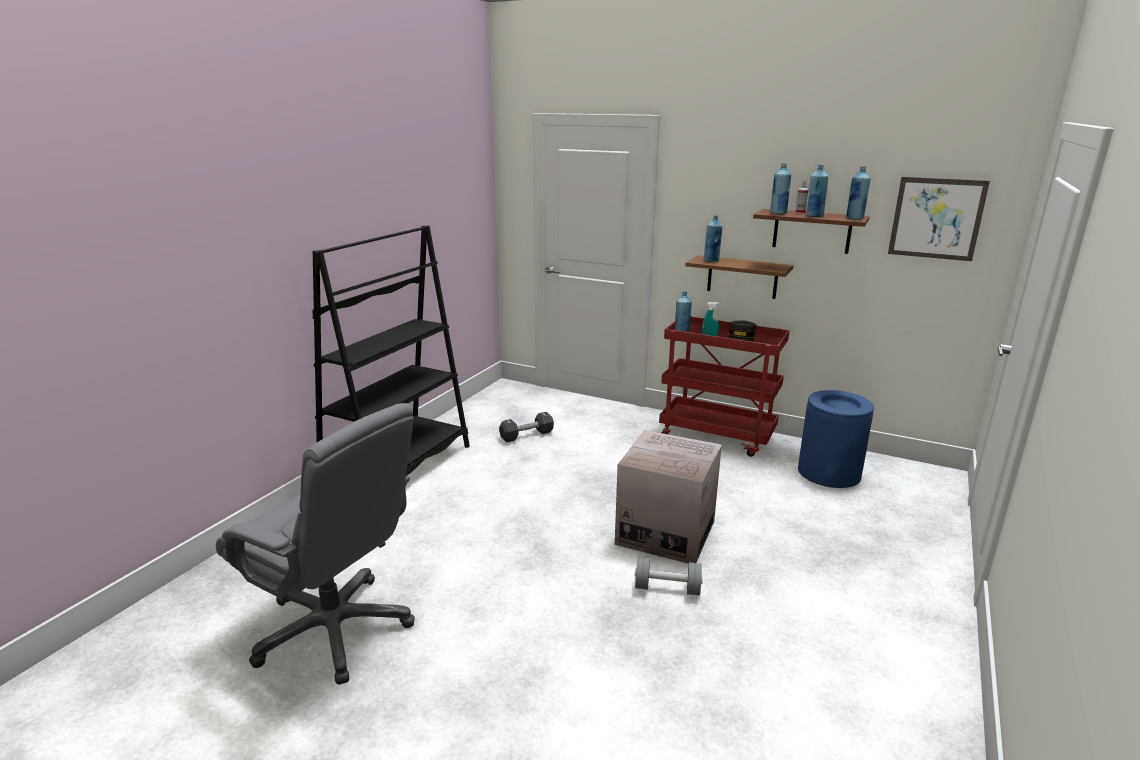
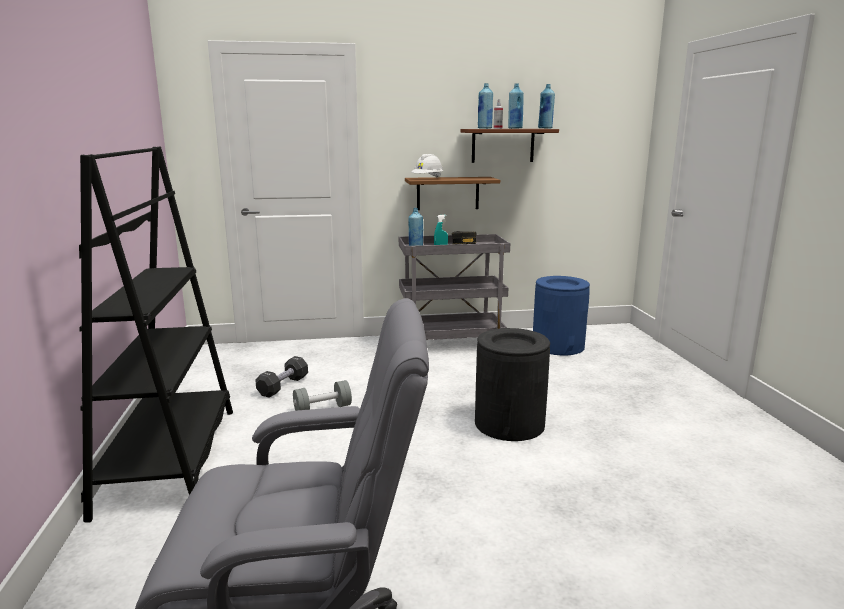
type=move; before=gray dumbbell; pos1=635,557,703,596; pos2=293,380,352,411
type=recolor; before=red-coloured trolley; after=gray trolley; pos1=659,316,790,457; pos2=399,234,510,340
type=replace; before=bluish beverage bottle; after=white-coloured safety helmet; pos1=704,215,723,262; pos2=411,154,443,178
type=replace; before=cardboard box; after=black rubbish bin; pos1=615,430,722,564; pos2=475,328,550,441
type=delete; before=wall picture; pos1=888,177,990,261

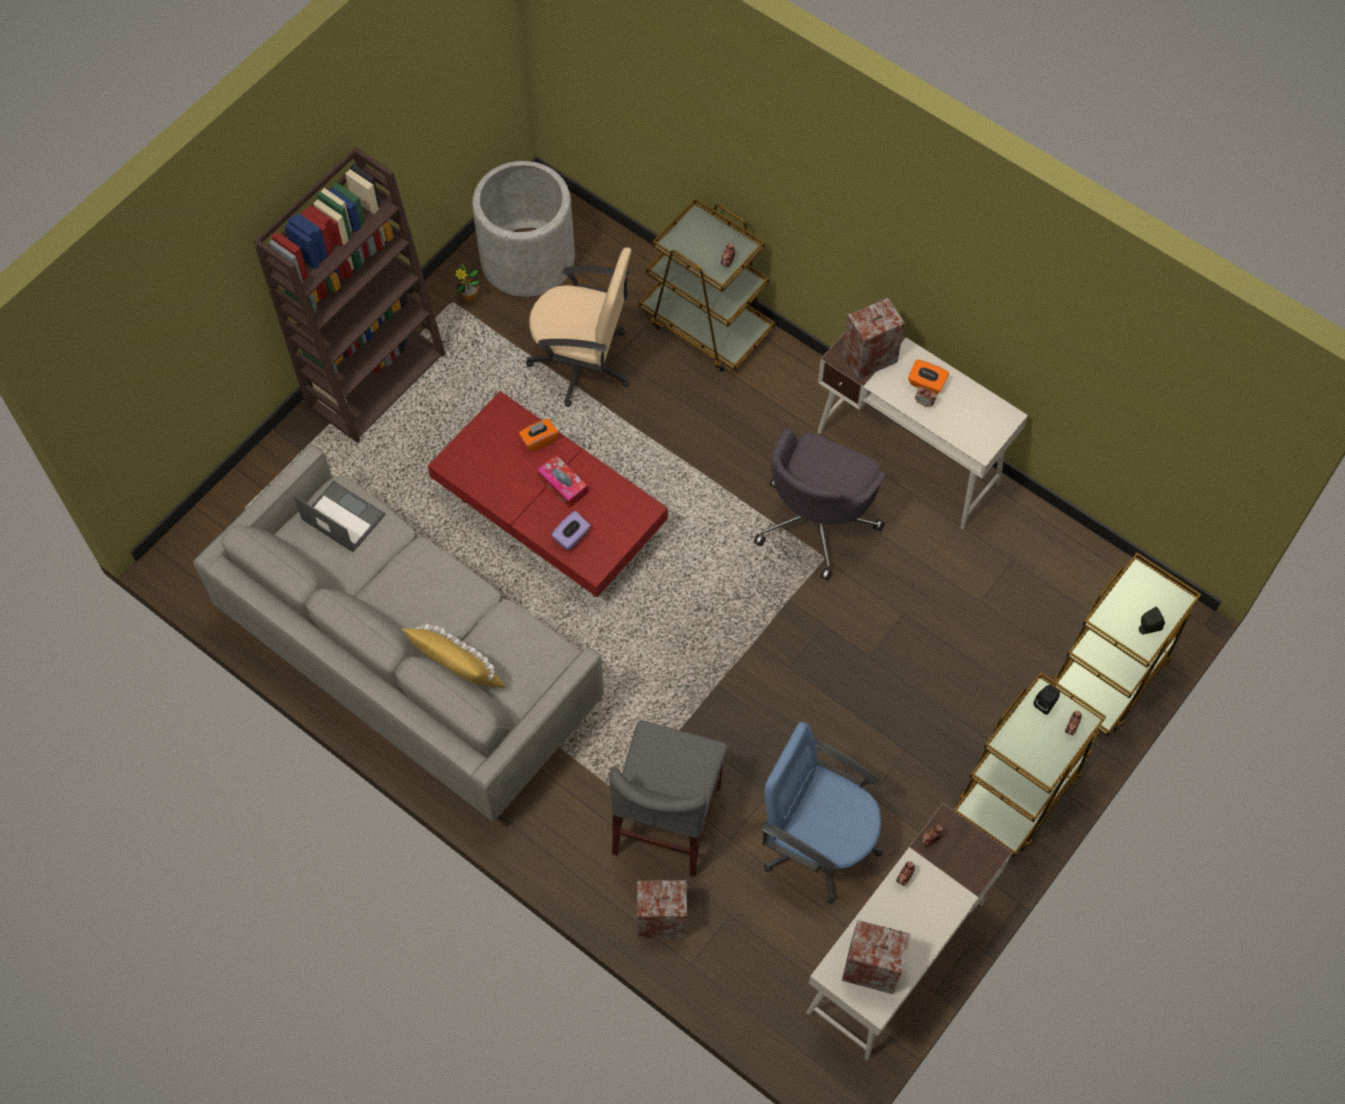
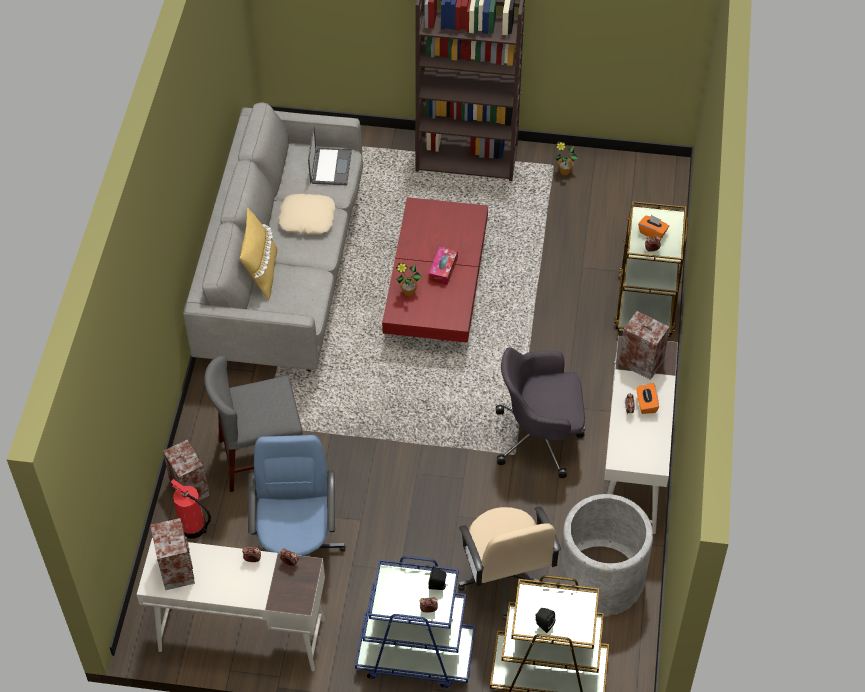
type=insert; after=fire extinguisher; pos2=171,479,211,539
type=insert; after=beige-coloured throw pillow; pos2=278,194,335,234
type=recolor; before=brown trolley; after=bluish trolley; pos1=954,672,1106,857; pos2=355,556,475,688
type=replace; before=purplish tissue holder; after=potted plant; pos1=551,511,590,551; pos2=396,263,422,297
type=move; before=beige-coloured office chair; pos1=526,247,631,407; pos2=458,507,561,620
type=move; before=gray plant pot; pos1=472,161,575,297; pos2=559,494,653,614
type=move; before=orange-coloured tissue holder; pos1=519,419,558,452; pos2=638,215,669,239

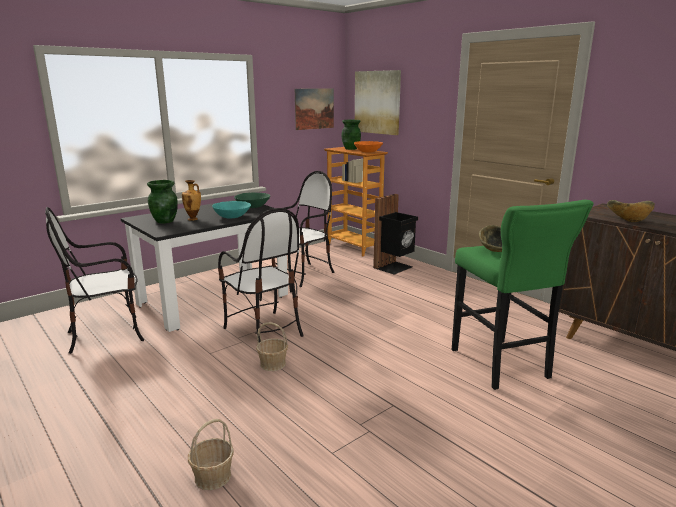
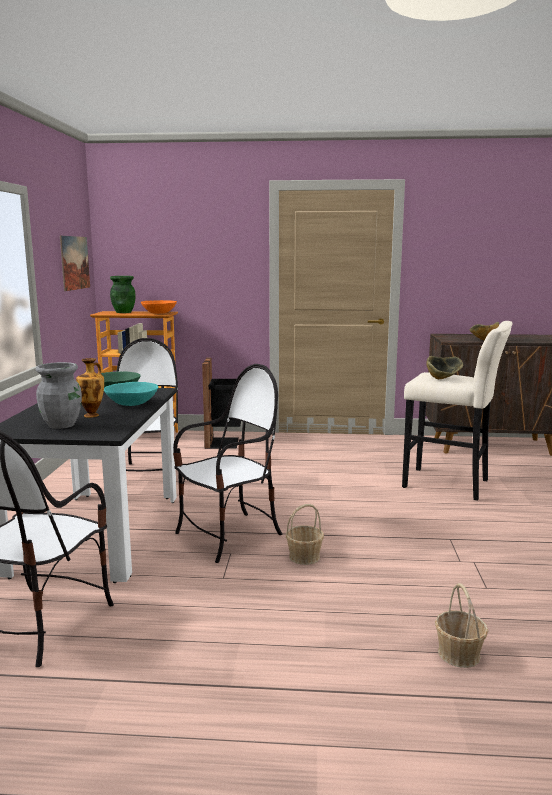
type=recolor; before=green flower vase; after=gray flower vase; pos1=147,180,178,223; pos2=36,362,82,429
type=rotate; before=plain chair; pos1=218,208,304,343; pos2=173,364,282,563; turn=-45
type=recolor; before=green stool seat; after=beige-coloured stool seat; pos1=452,200,593,390; pos2=402,321,512,501
type=delete; before=wall picture; pos1=355,70,401,135

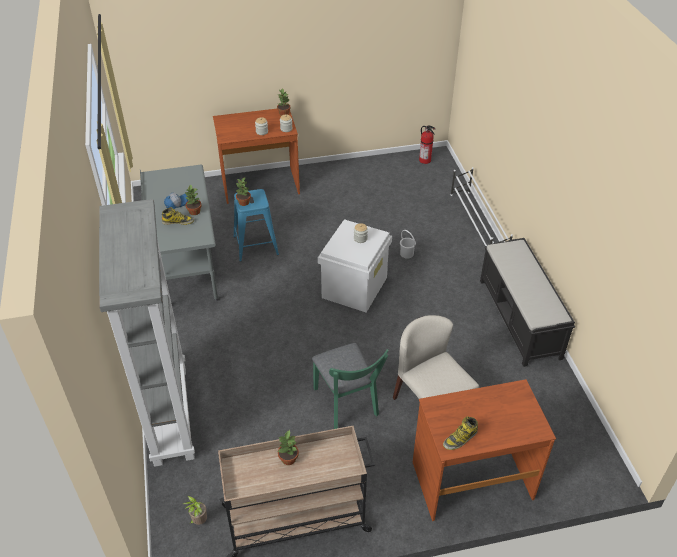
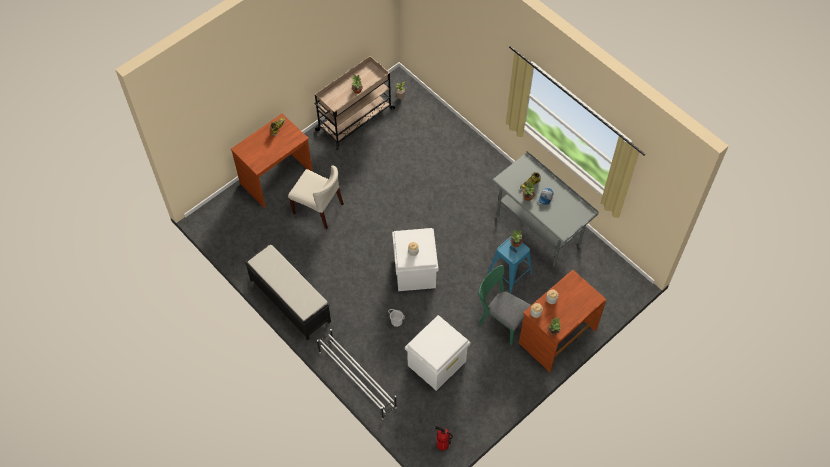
type=insert; after=white-coloured storage box; pos2=405,315,471,391
type=move; before=green plain chair; pos1=312,343,389,429; pos2=478,265,531,345
type=delete; before=gray bookcase; pos1=99,199,195,467

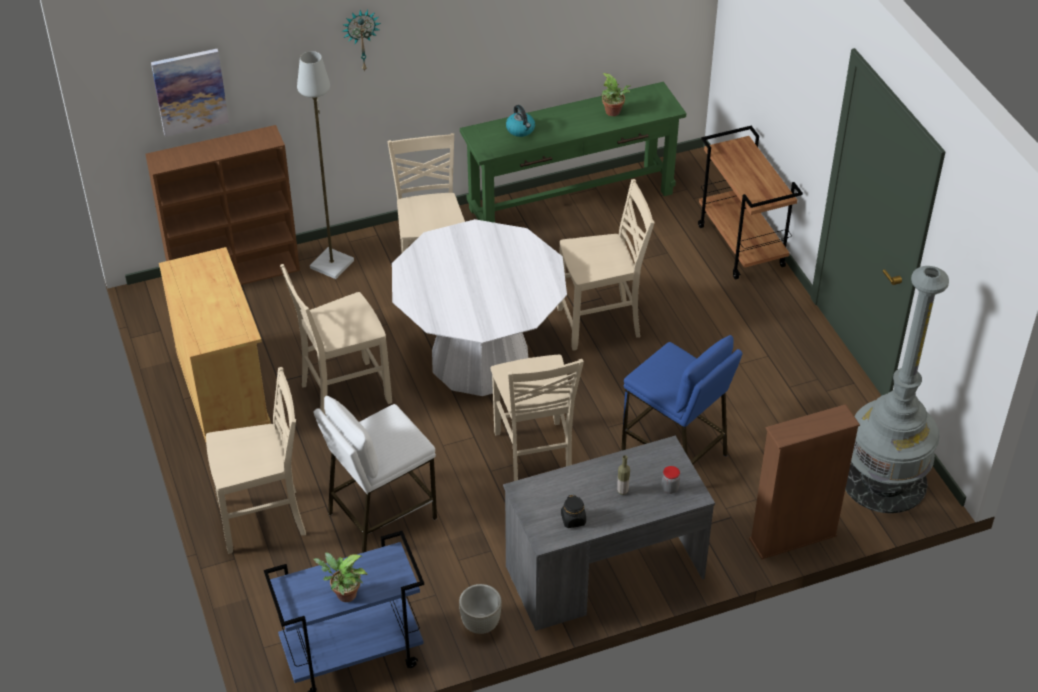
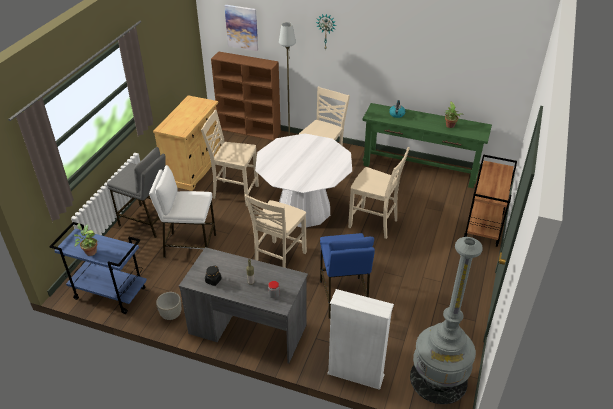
type=replace; before=beige-coloured plain chair; after=gray stool seat; pos1=206,367,306,554; pos2=107,147,166,238
type=recolor; before=brown bookcase; after=white-coloured bookcase; pos1=749,404,860,560; pos2=327,289,394,390

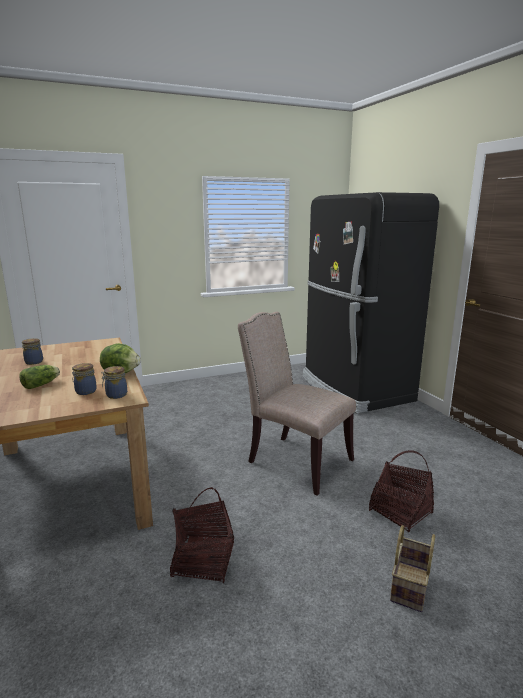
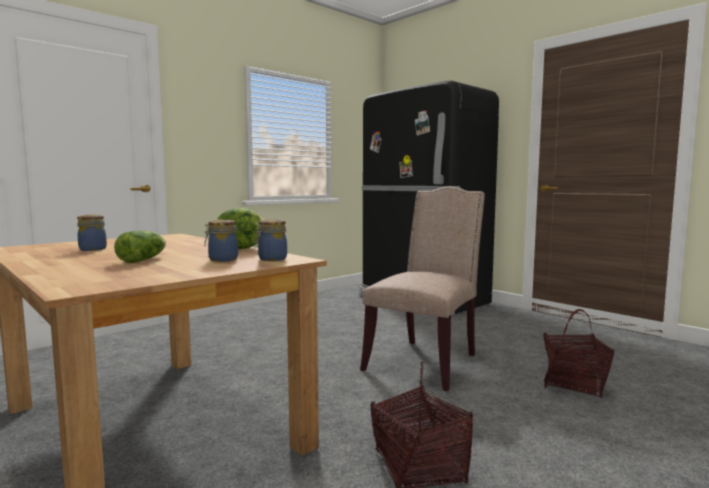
type=rotate; before=beige-coloured plain chair; pos1=238,312,356,496; pos2=360,187,485,391; turn=105
type=delete; before=basket; pos1=390,525,435,612

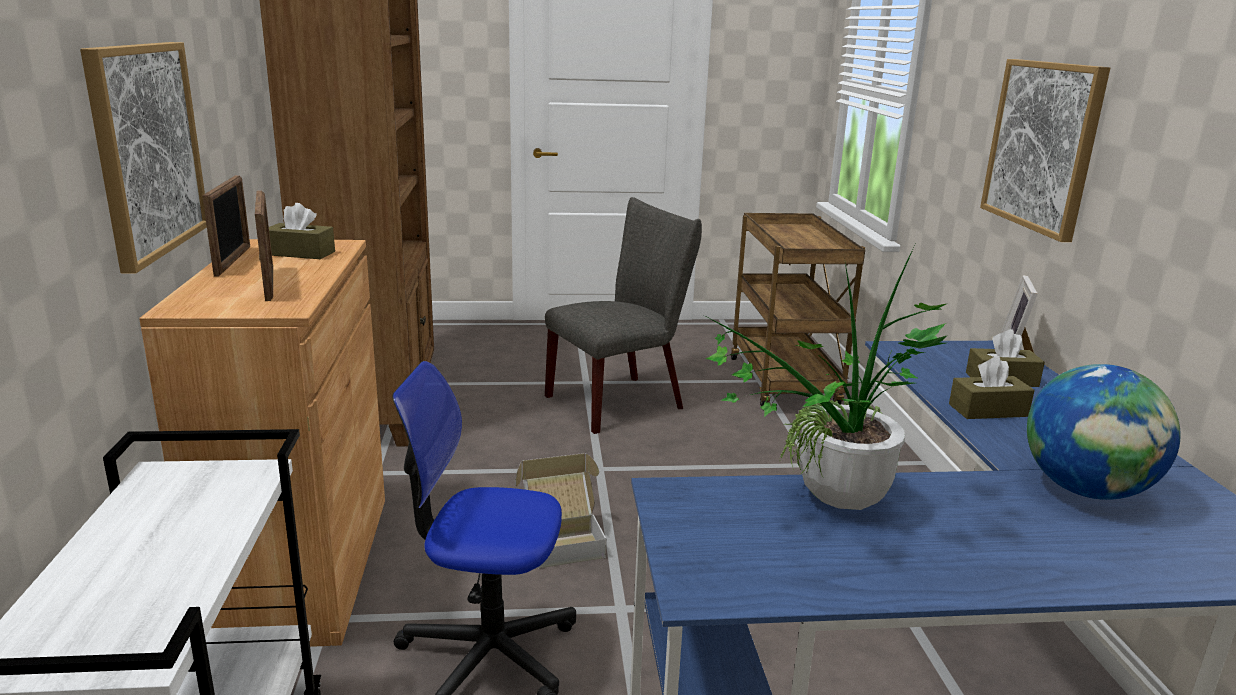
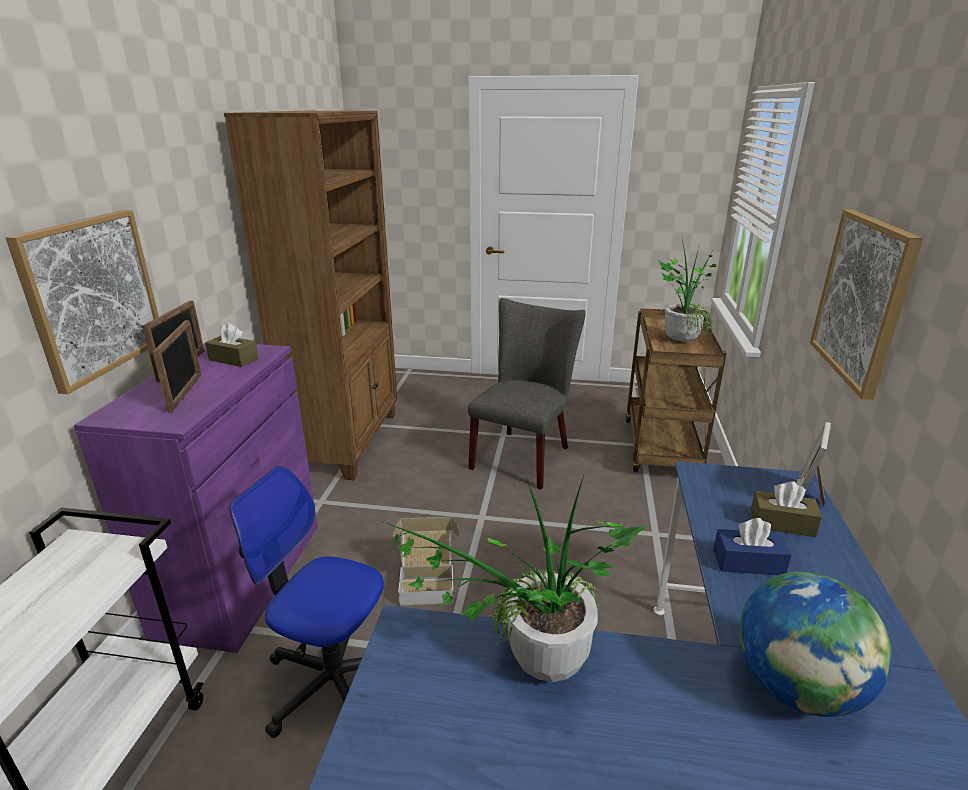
type=recolor; before=brown cabinet; after=purplish cabinet; pos1=139,239,385,647; pos2=74,343,318,653
type=rotate; before=gray plain chair; pos1=545,197,702,434; pos2=468,298,586,489; turn=-45
type=insert; after=potted plant; pos2=657,235,716,342
type=recolor; before=brown tissue holder; after=bluish tissue holder; pos1=949,356,1035,419; pos2=713,518,792,575

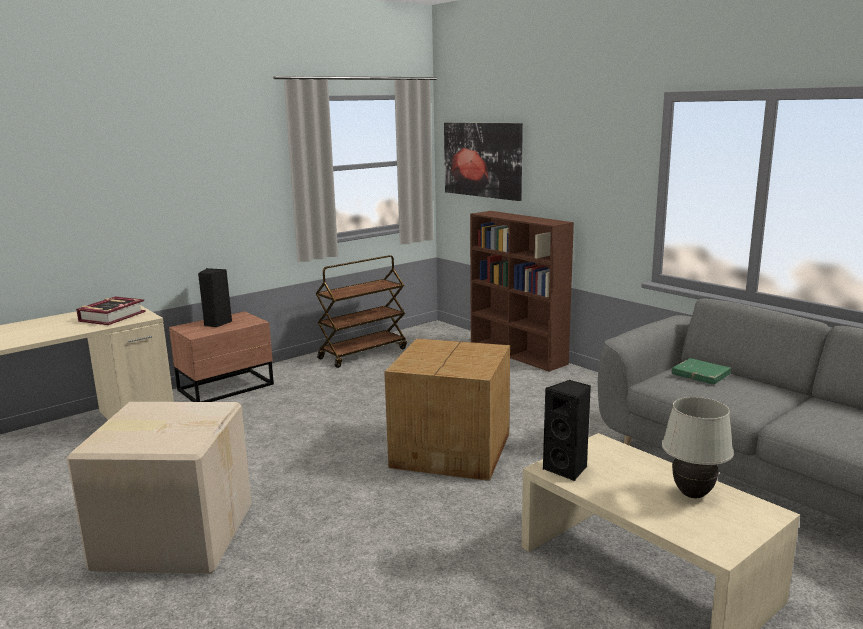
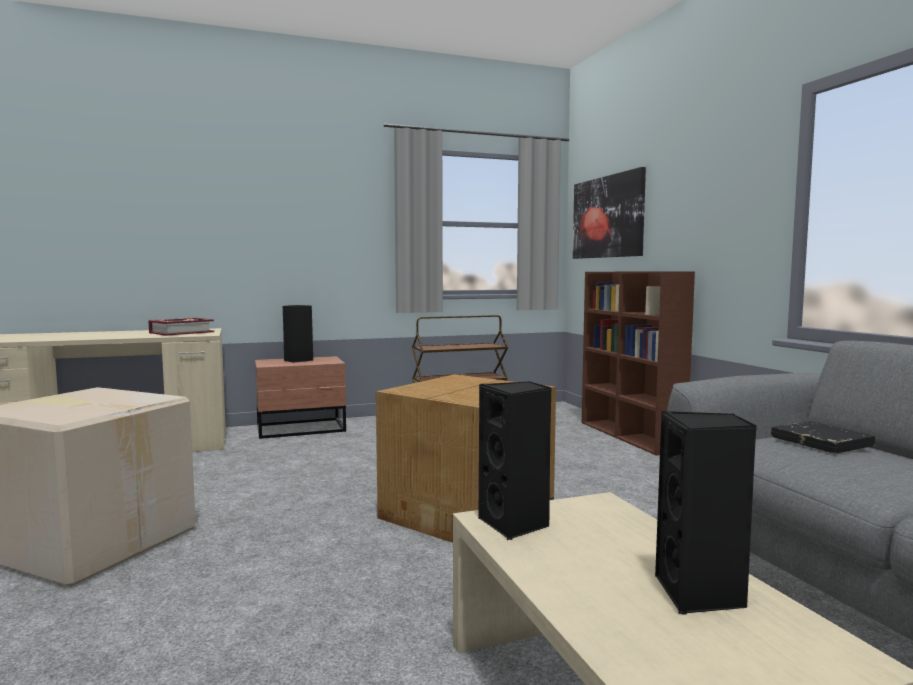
type=replace; before=white-coloured lamp for a table; after=black loudspeaker; pos1=662,397,734,498; pos2=655,411,756,614
type=recolor; before=green volume; after=black volume; pos1=671,358,731,385; pos2=771,421,875,453

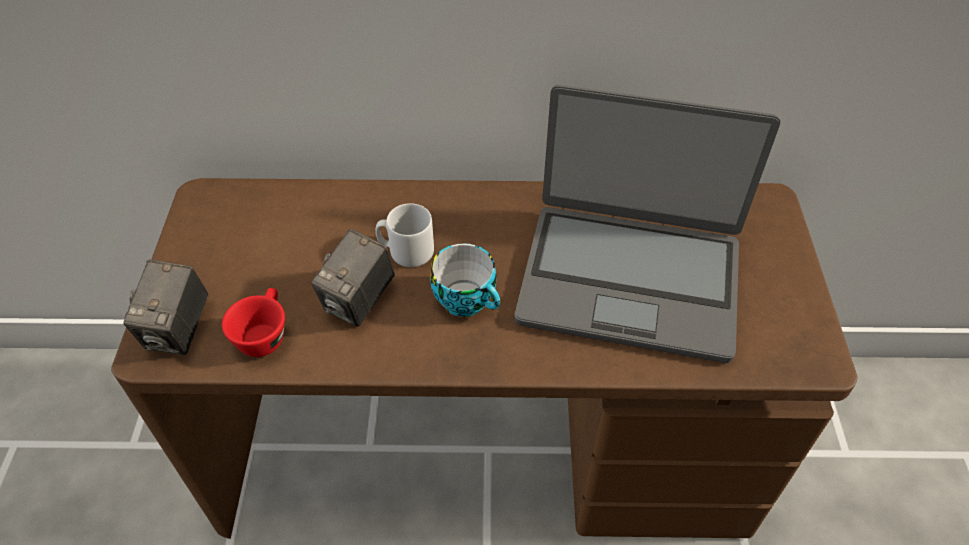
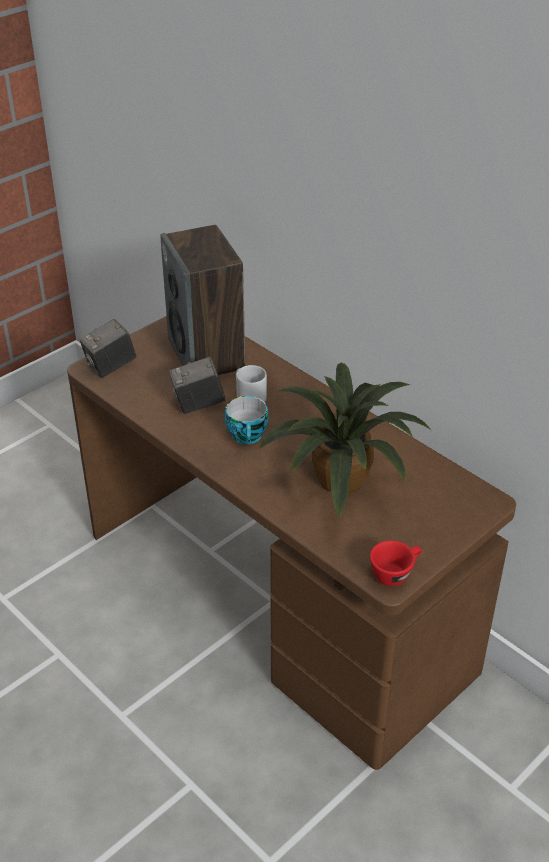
type=insert; after=loudspeaker; pos2=160,225,245,375
type=replace; before=notebook computer; after=potted plant; pos1=514,85,780,363; pos2=259,362,431,518
type=move; before=red-coloured small cup; pos1=222,288,285,357; pos2=370,540,421,586

